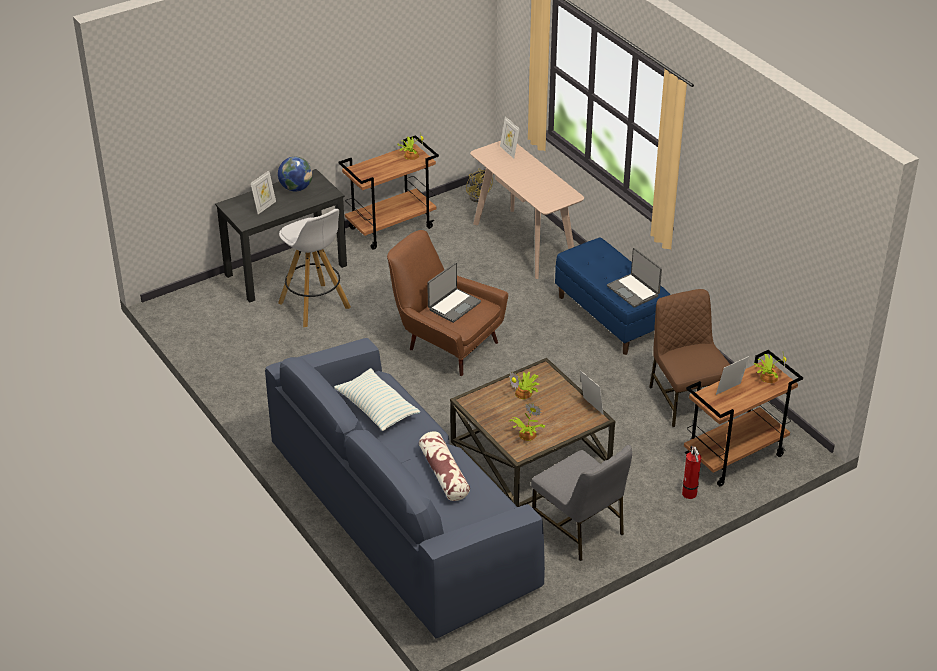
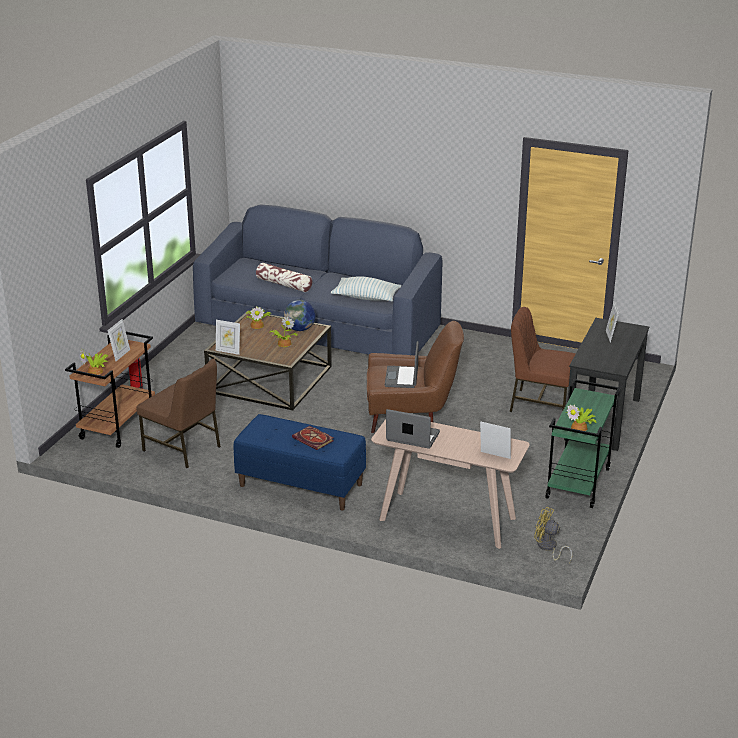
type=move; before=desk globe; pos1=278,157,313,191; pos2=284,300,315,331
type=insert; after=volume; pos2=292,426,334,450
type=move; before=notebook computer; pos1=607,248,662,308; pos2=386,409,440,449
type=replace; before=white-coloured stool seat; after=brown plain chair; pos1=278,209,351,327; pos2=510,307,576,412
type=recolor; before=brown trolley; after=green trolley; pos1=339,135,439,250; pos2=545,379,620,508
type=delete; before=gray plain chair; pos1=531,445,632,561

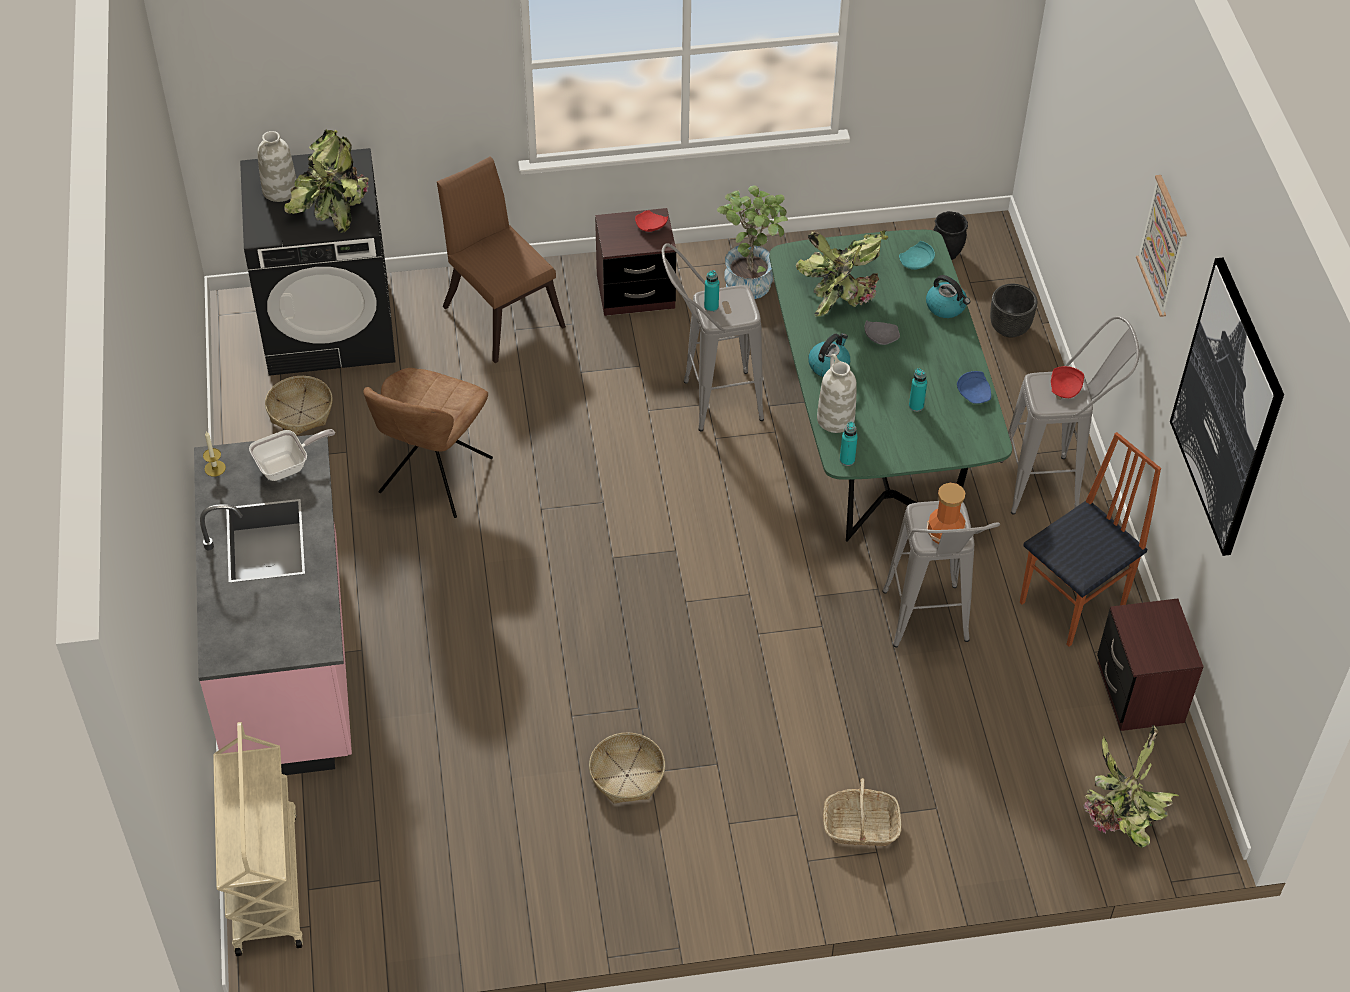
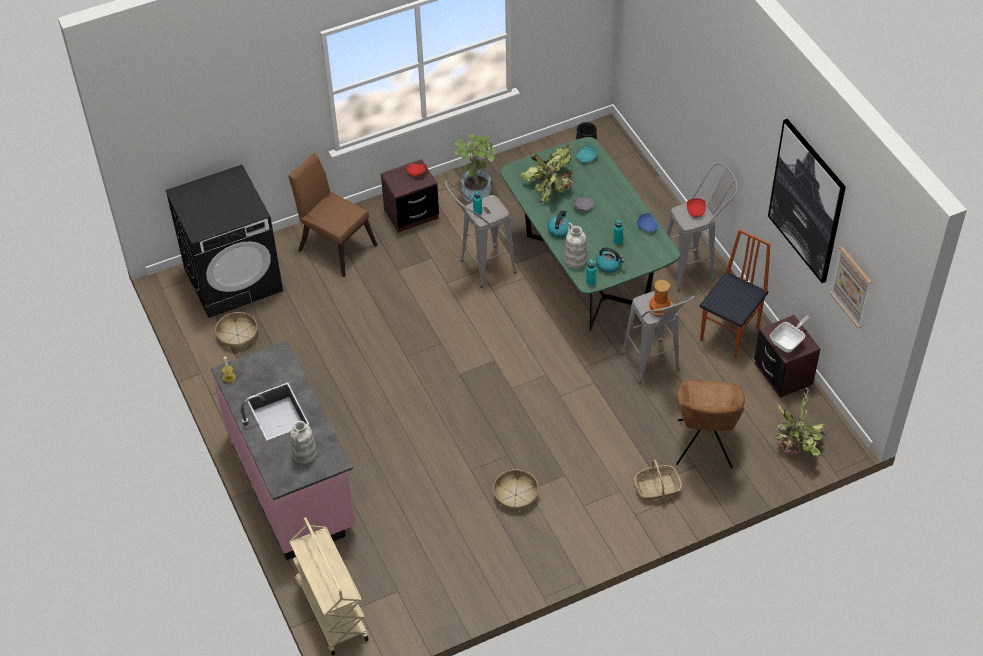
type=move; before=white-coloured flower vase; pos1=257,131,296,202; pos2=290,421,317,465
type=move; before=tea kettle; pos1=926,275,970,318; pos2=596,247,625,273
type=move; before=brown plain chair; pos1=363,368,493,518; pos2=676,380,745,469
type=move; before=skillet; pos1=249,429,335,481; pos2=770,315,810,353
type=move; before=wall picture; pos1=1136,175,1187,317; pos2=830,246,872,328
type=delete; before=potted plant; pos1=284,129,369,233
type=delete; before=black plant pot; pos1=990,284,1037,338

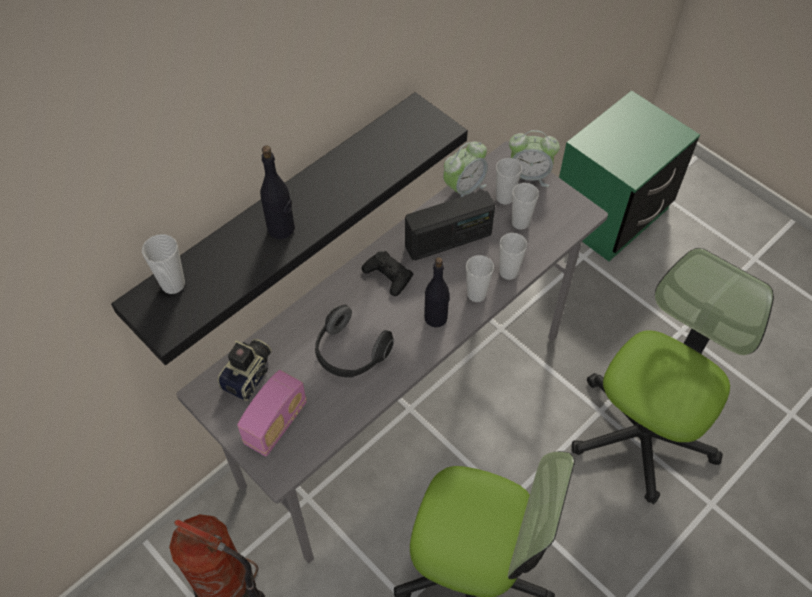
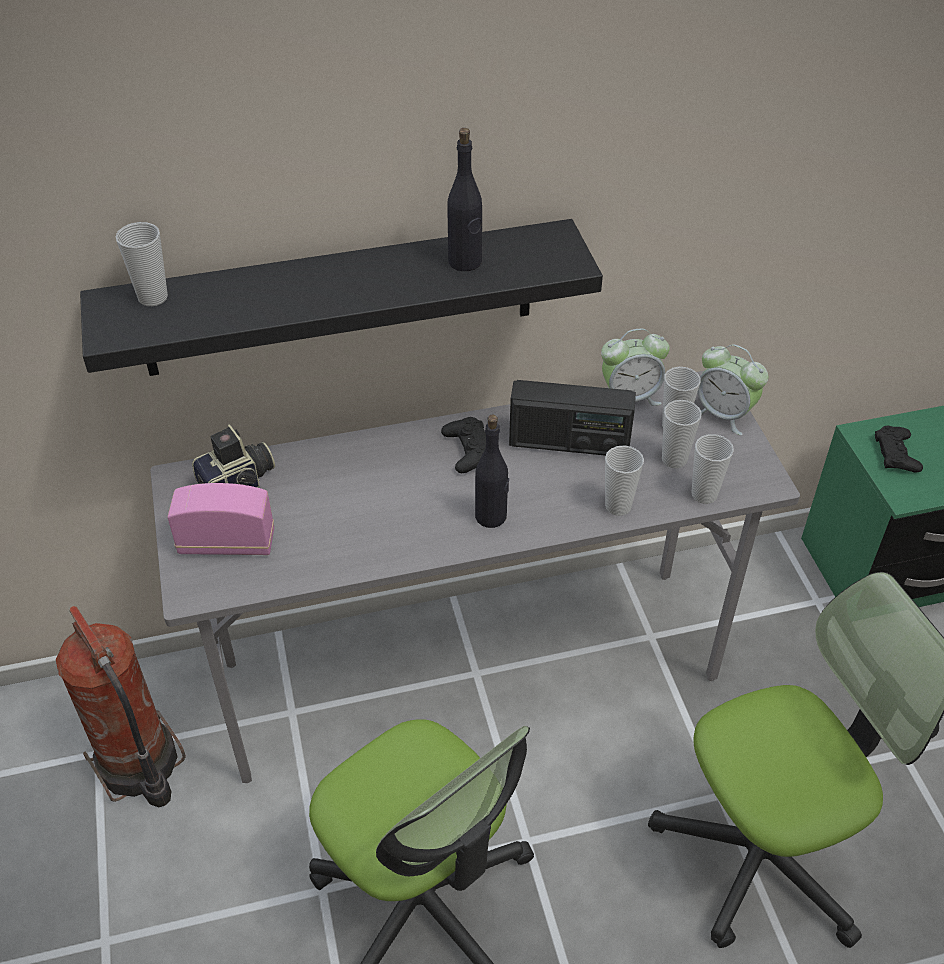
type=rotate; before=radio; pos1=237,370,307,457; pos2=167,483,274,555; turn=-150
type=move; before=black beverage bottle; pos1=260,145,295,239; pos2=447,128,482,271
type=move; before=small cup; pos1=466,255,494,302; pos2=692,434,734,504
type=insert; after=black gamepad; pos2=875,426,923,472
type=delete; before=headphones; pos1=315,305,394,378

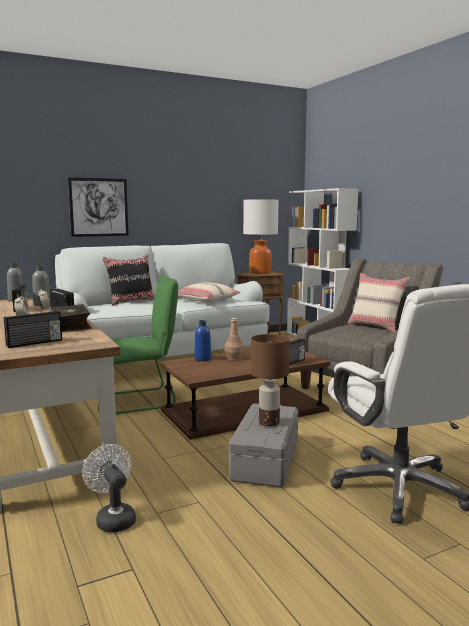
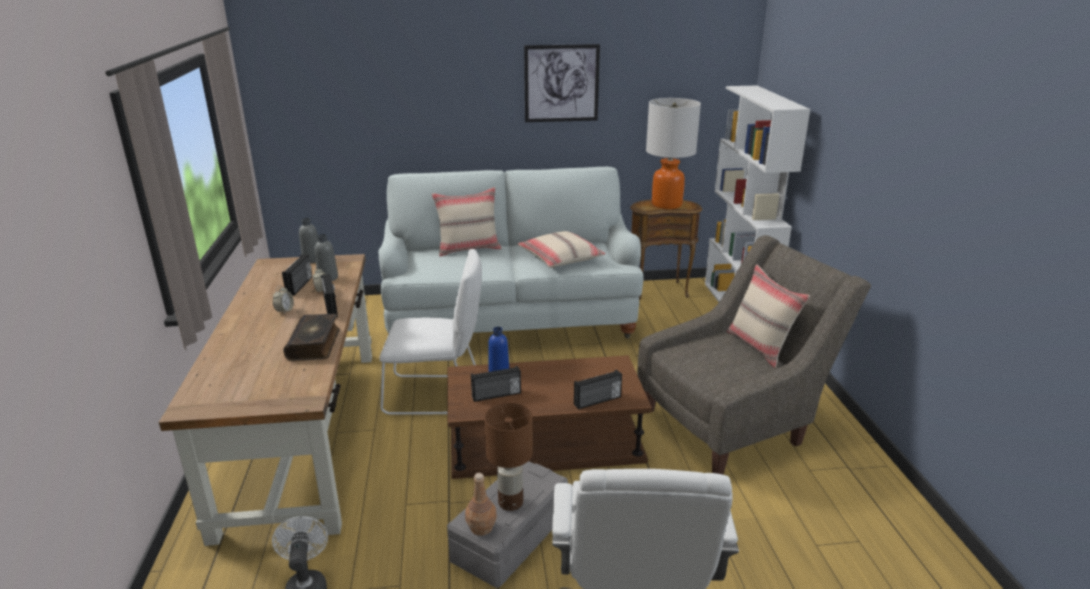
type=recolor; before=green plain chair; after=white-coloured plain chair; pos1=98,276,178,414; pos2=380,249,482,415
type=recolor; before=black throw pillow; after=beige-coloured throw pillow; pos1=102,254,155,306; pos2=432,187,502,257
type=move; before=brown beverage bottle; pos1=224,318,244,361; pos2=465,473,497,536
type=move; before=radio; pos1=4,311,62,348; pos2=471,366,521,402
type=move; before=wall picture; pos1=68,177,129,237; pos2=524,44,600,122

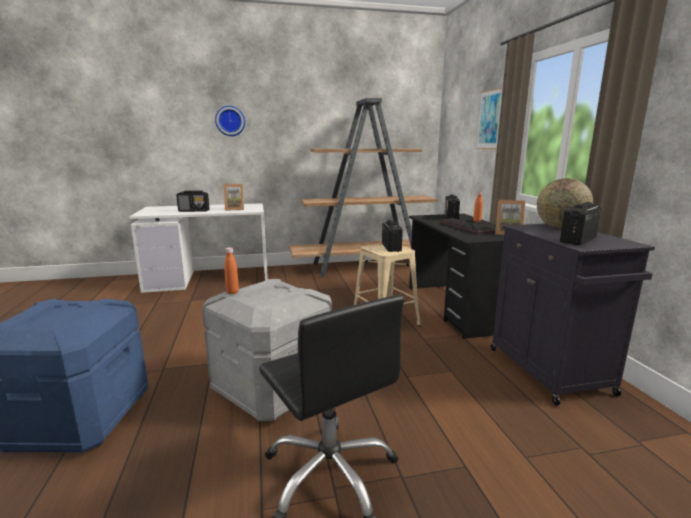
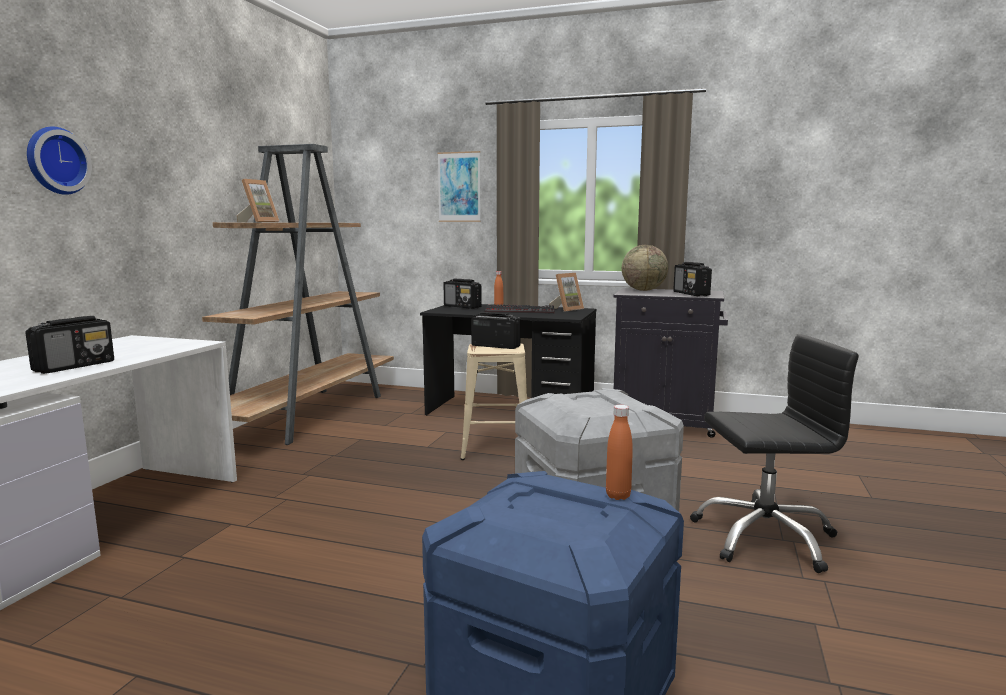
type=move; before=photo frame; pos1=224,184,244,211; pos2=236,179,279,222
type=move; before=orange-coloured beverage bottle; pos1=224,247,239,294; pos2=606,405,633,500

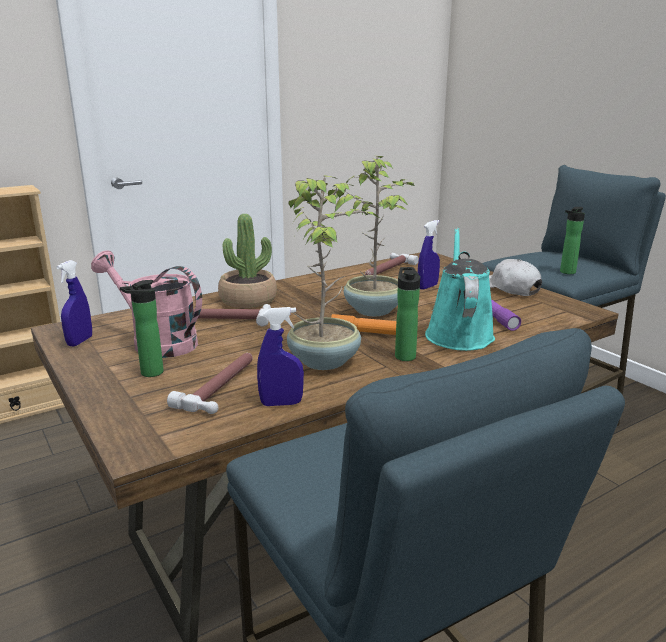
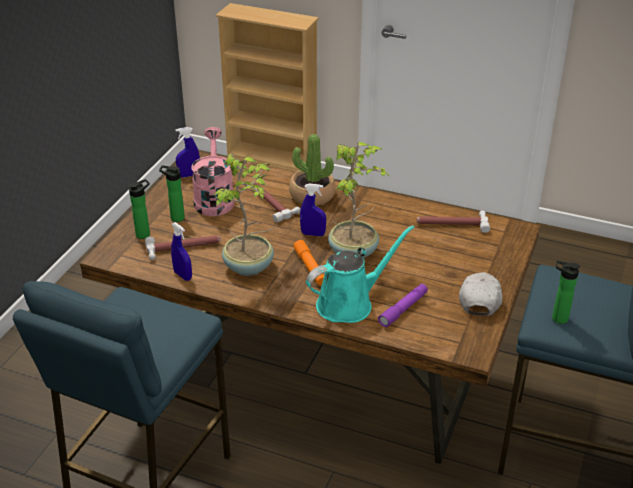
type=move; before=beverage bottle; pos1=395,267,420,361; pos2=129,179,150,239
type=move; before=bluish spray bottle; pos1=418,220,440,290; pos2=300,184,326,236

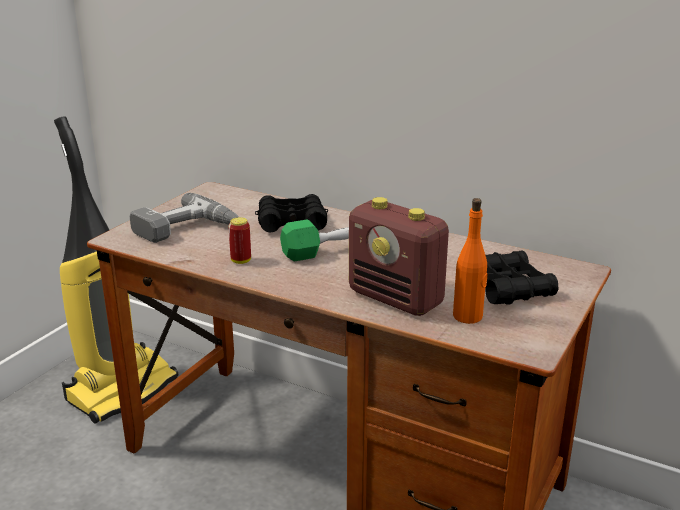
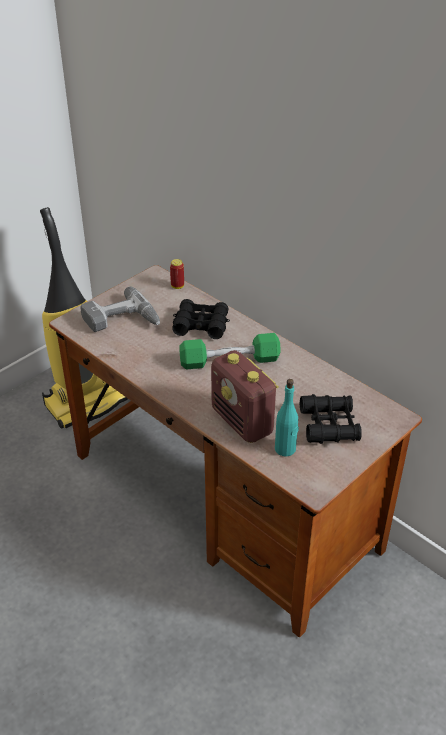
type=move; before=metal can; pos1=228,217,251,264; pos2=170,259,184,289
type=recolor; before=orange-coloured beverage bottle; after=blue-green beverage bottle; pos1=453,198,488,324; pos2=275,379,299,456

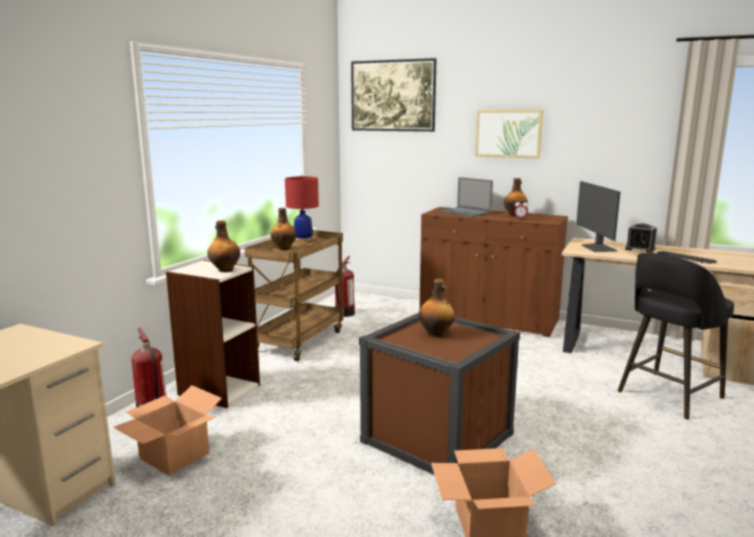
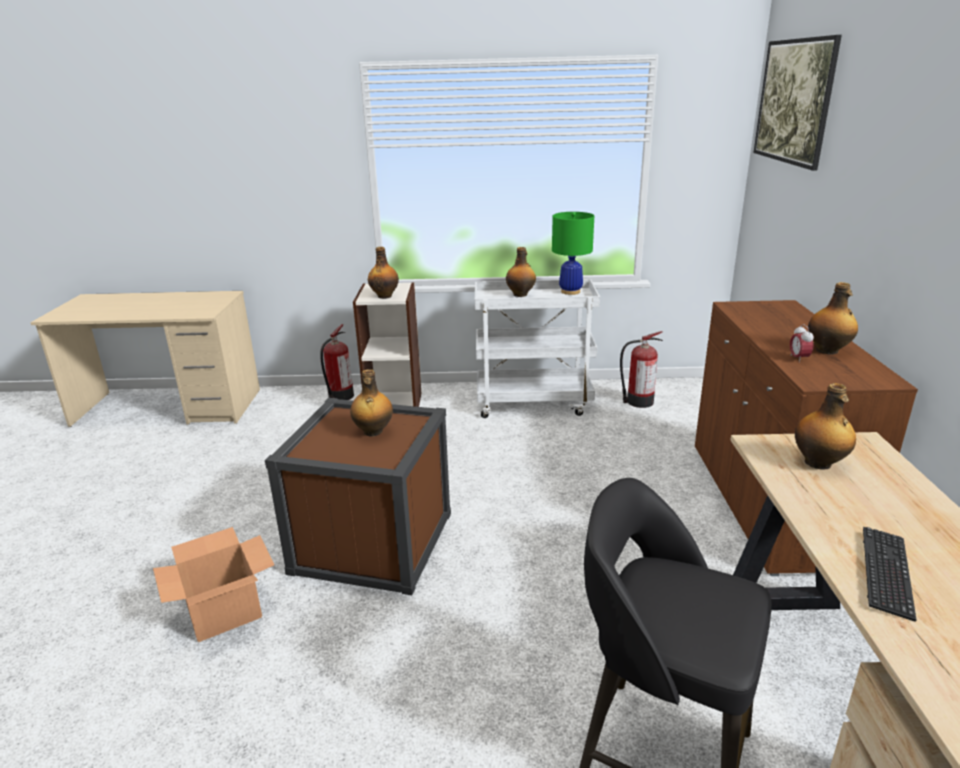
type=recolor; before=brown trolley; after=white-coloured trolley; pos1=245,230,344,361; pos2=475,279,600,418
type=recolor; before=red-coloured lamp for a table; after=green lamp for a table; pos1=285,175,319,242; pos2=552,212,594,295
type=replace; before=computer display; after=beverage bottle; pos1=576,181,620,252; pos2=795,383,856,469
type=delete; before=cardboard box; pos1=113,385,222,476
type=delete; before=notebook computer; pos1=439,177,493,217
type=delete; before=wall picture; pos1=475,110,543,159
type=delete; before=bedside clock; pos1=625,224,657,253

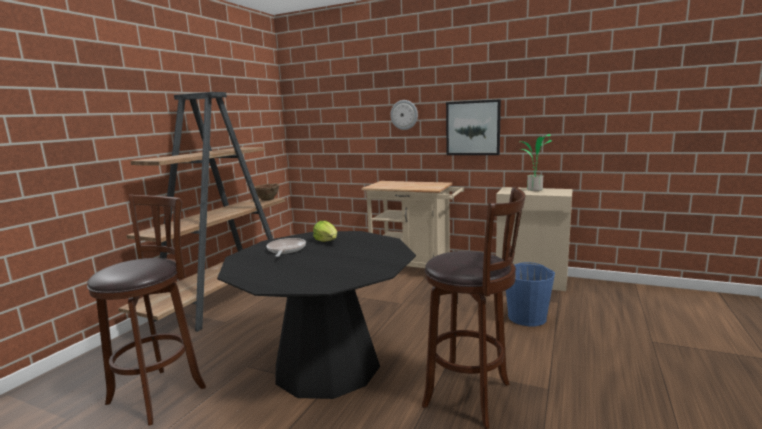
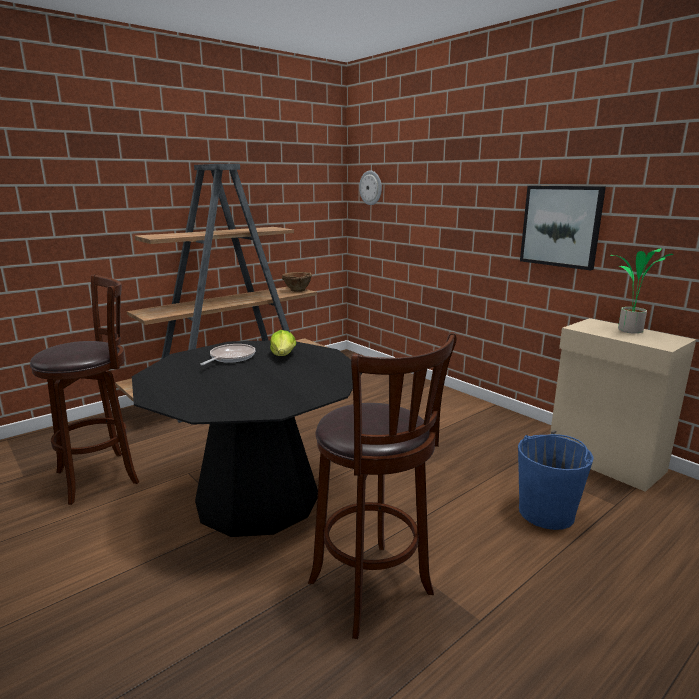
type=move; before=hanging clock; pos1=390,100,418,130; pos2=359,170,382,205
type=delete; before=beige-coloured trolley; pos1=361,181,464,268

